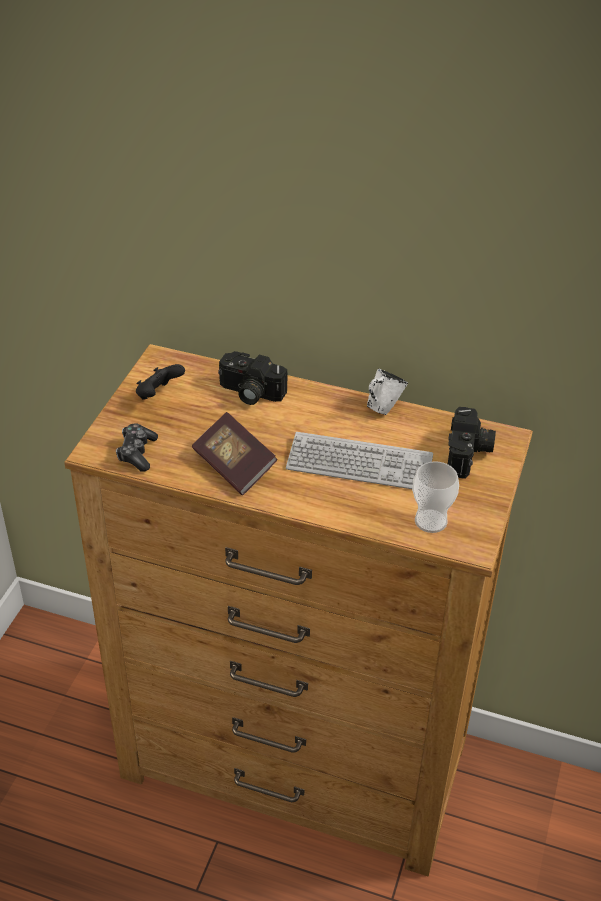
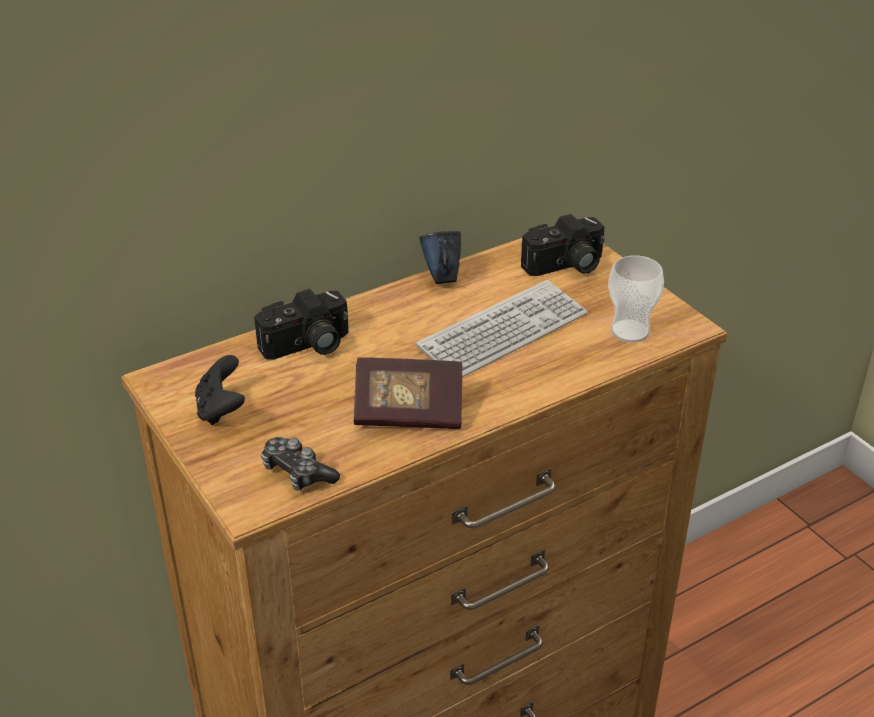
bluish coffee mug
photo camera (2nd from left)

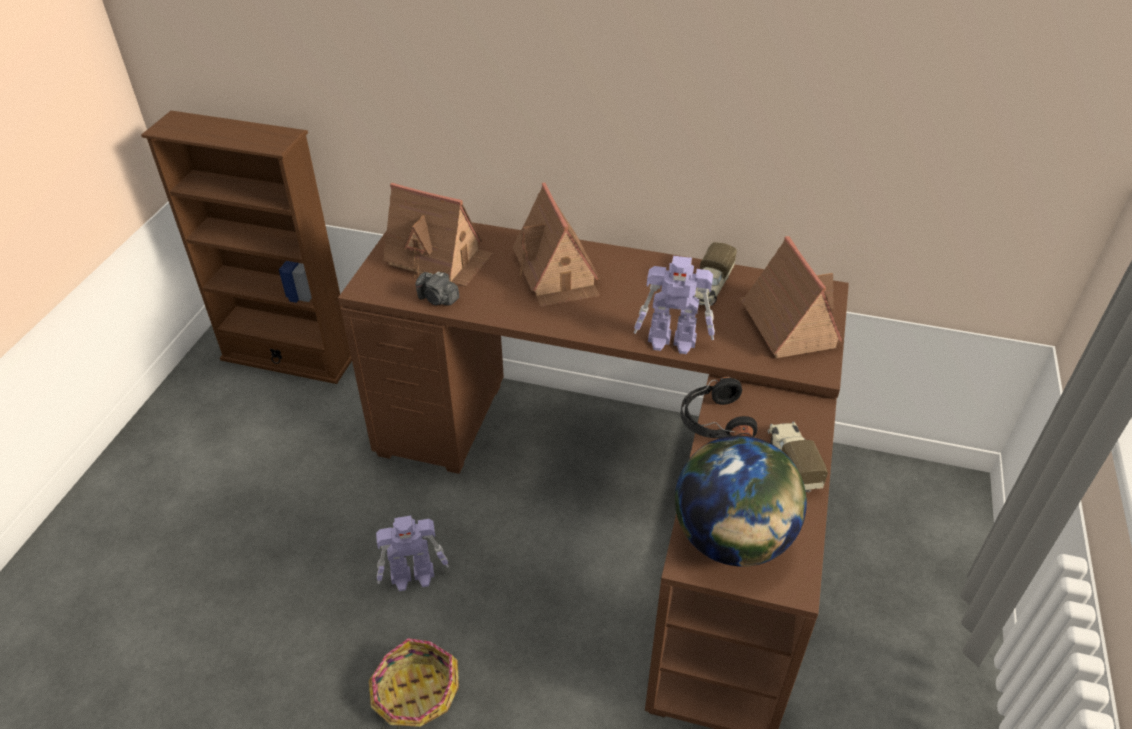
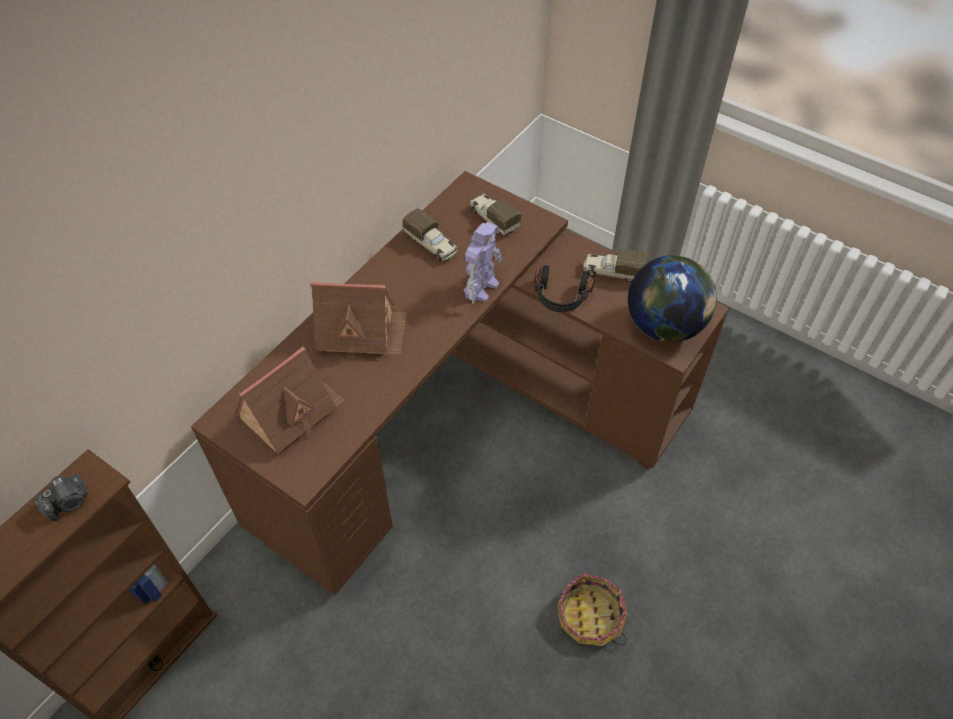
toy truck (2nd from left)
photo camera
toy robot (1st from left in the first image)

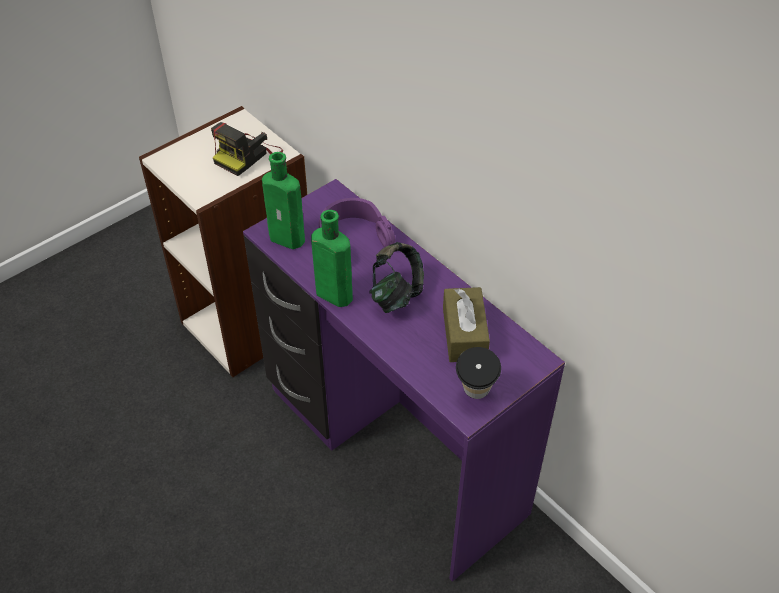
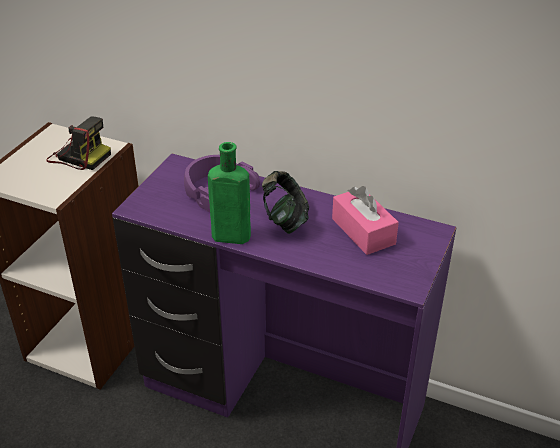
photo camera
green-coloured bottle (1st from left in the first image)
pink-coloured tissue box
cup

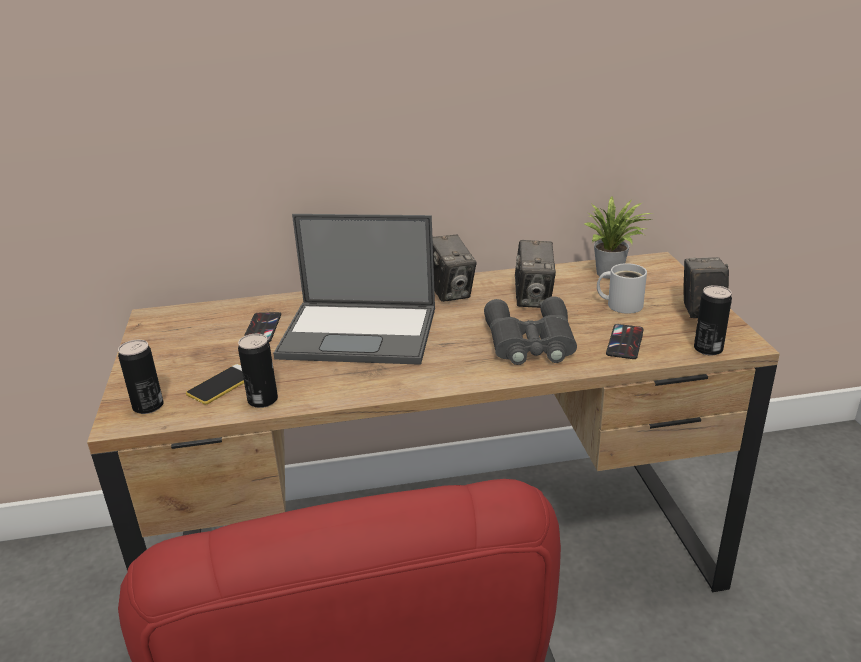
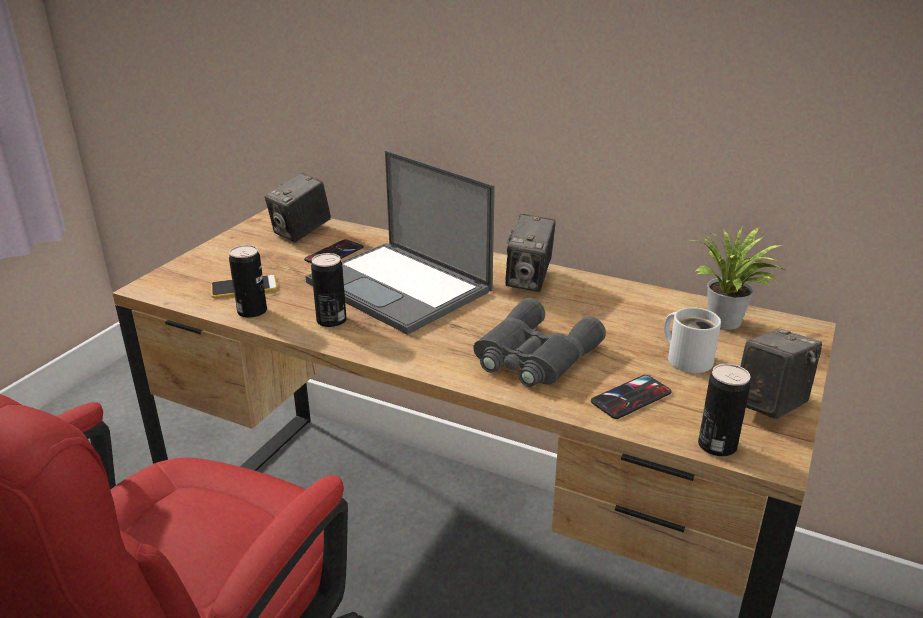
photo camera (1st from left)
sealed can (2nd from left)

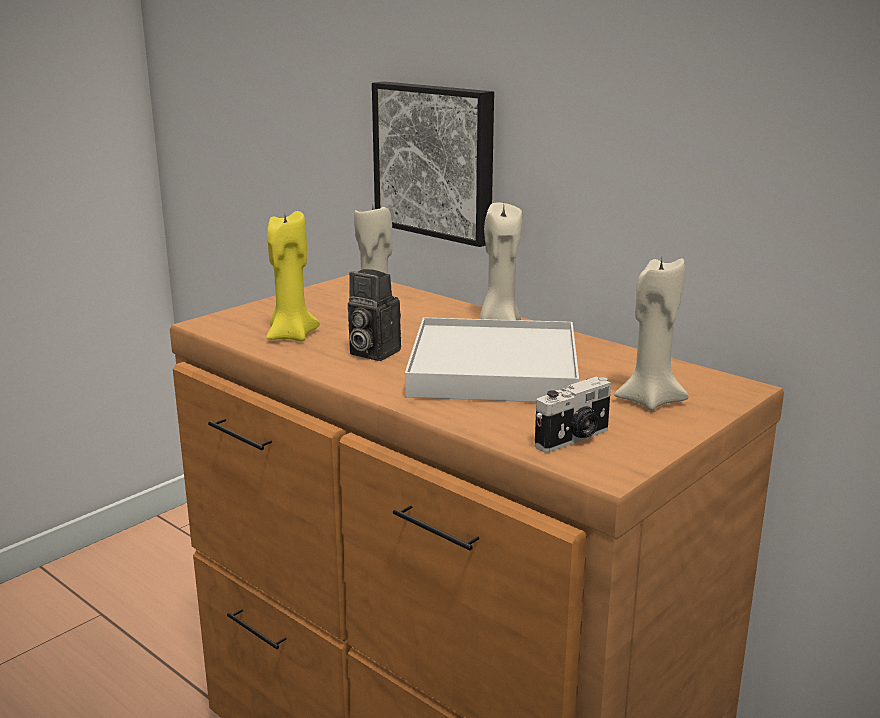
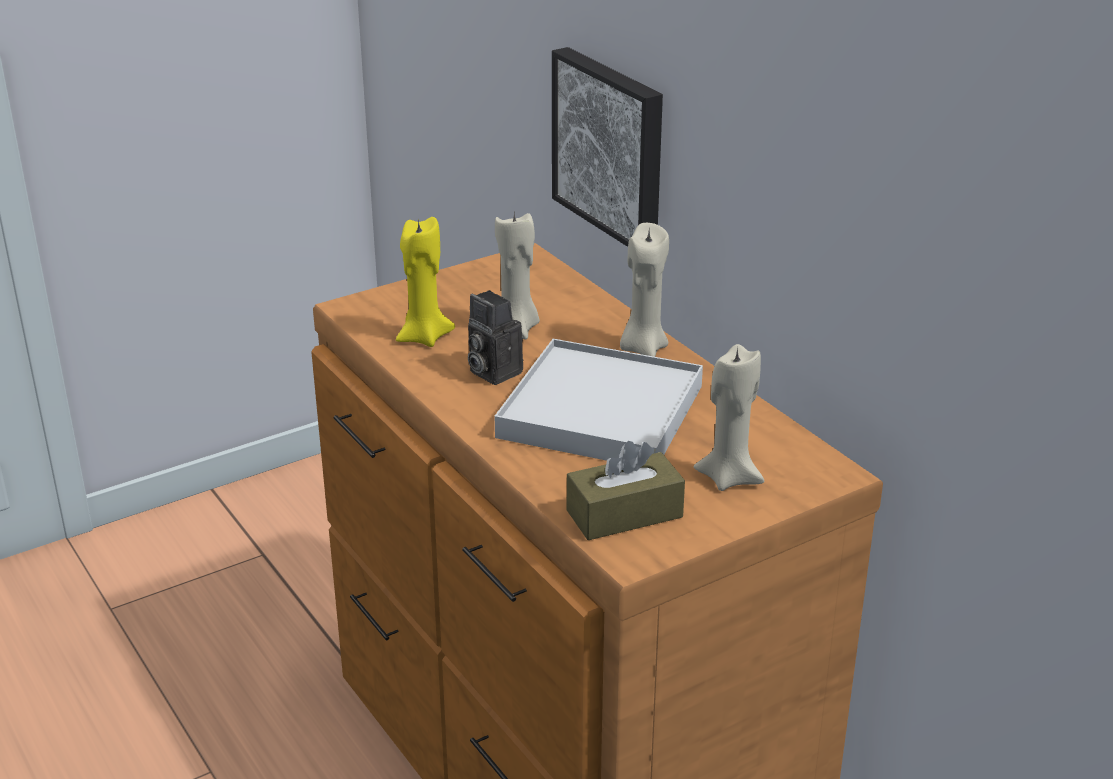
brown-coloured tissue box

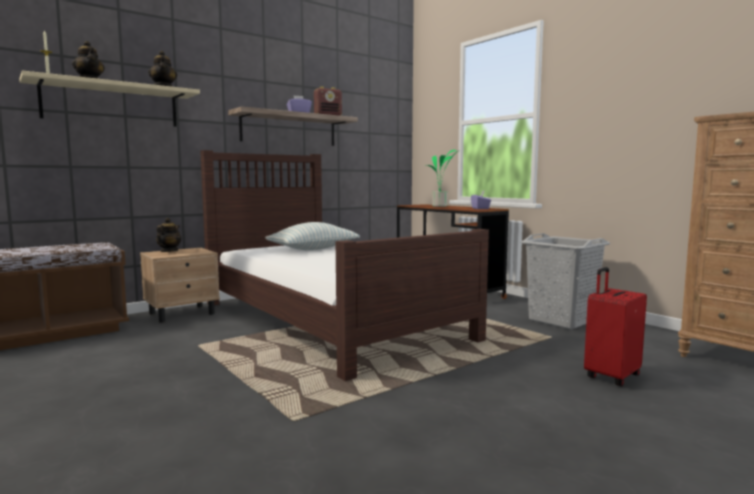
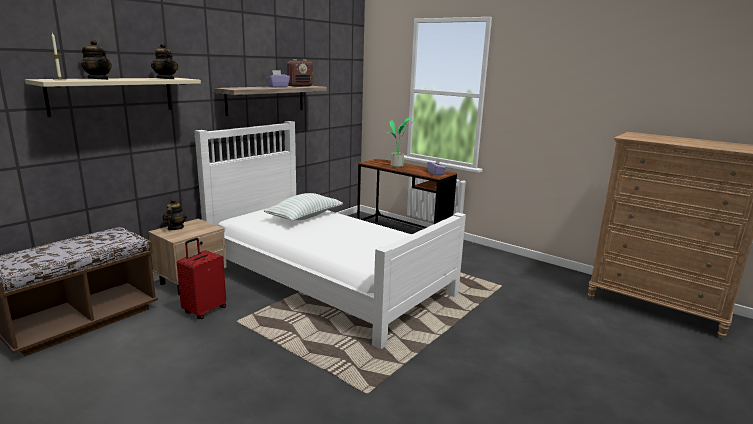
whitish sleeping bed
gray washing basket
red travel case

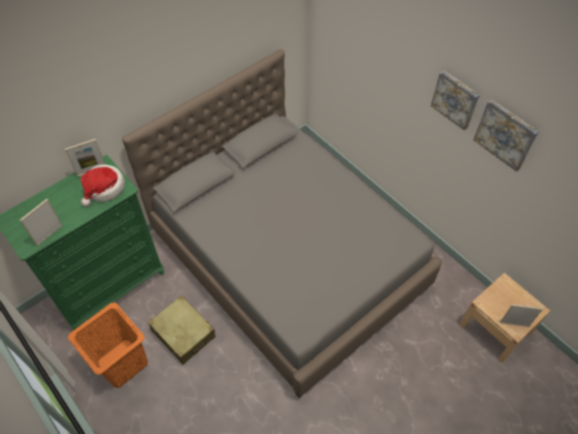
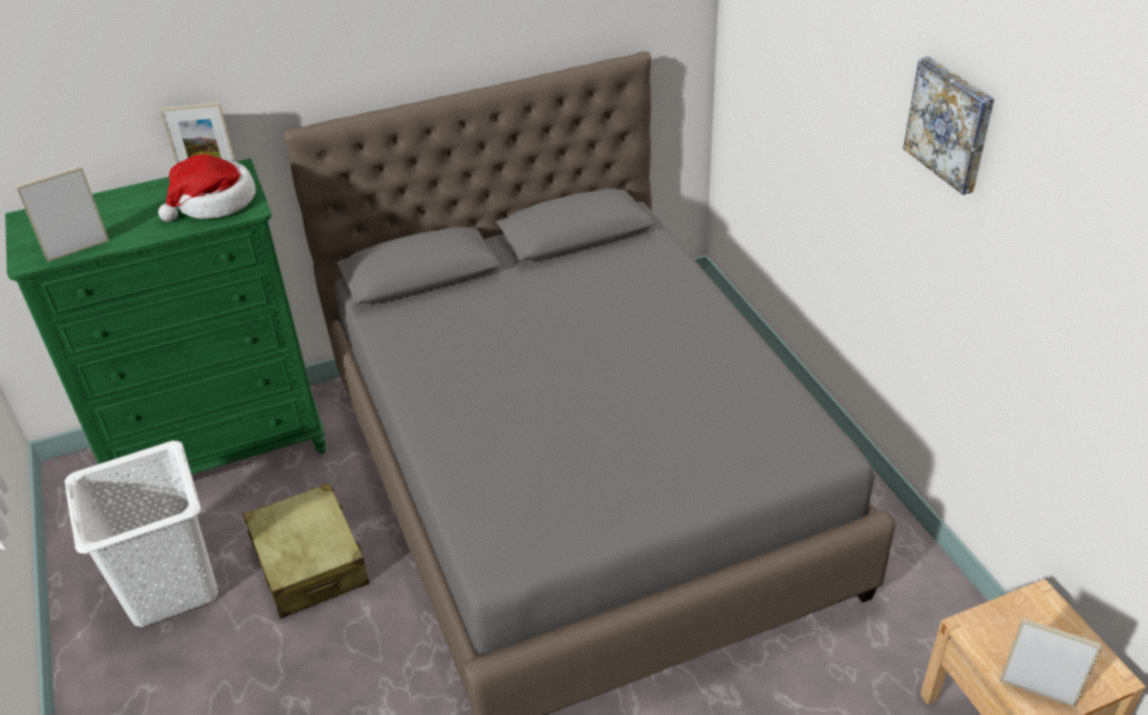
wall picture (2nd from left in the first image)
whitish washing basket

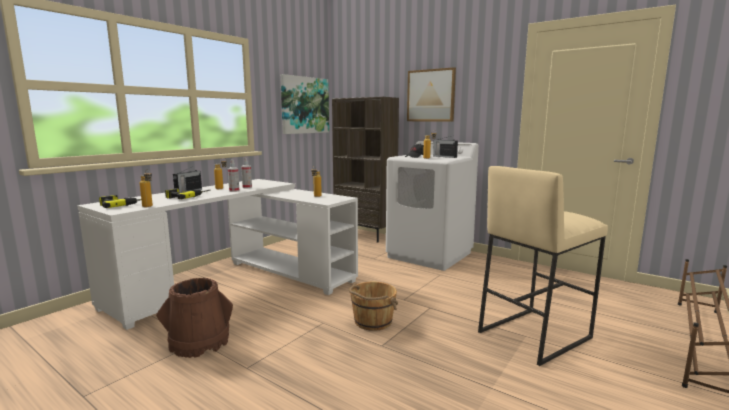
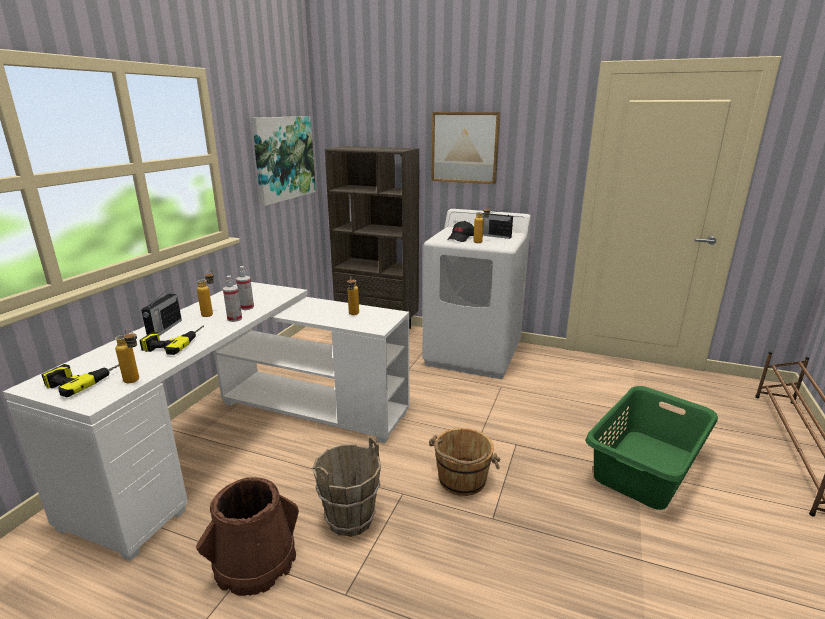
green-coloured washing basket
brown-coloured water bucket (2nd from left)

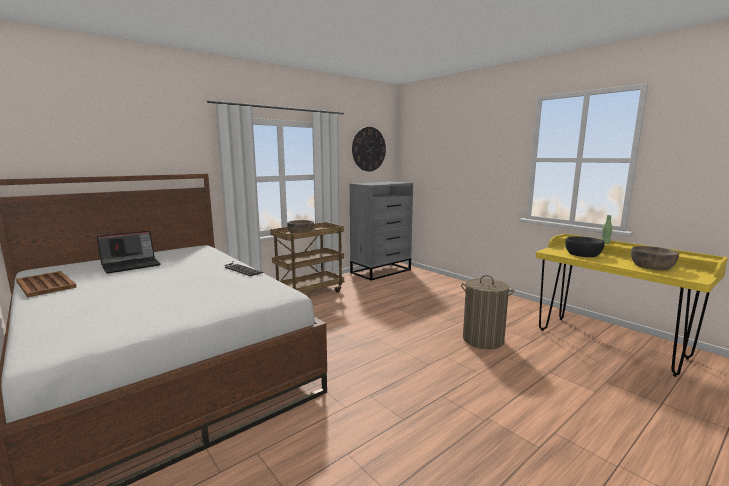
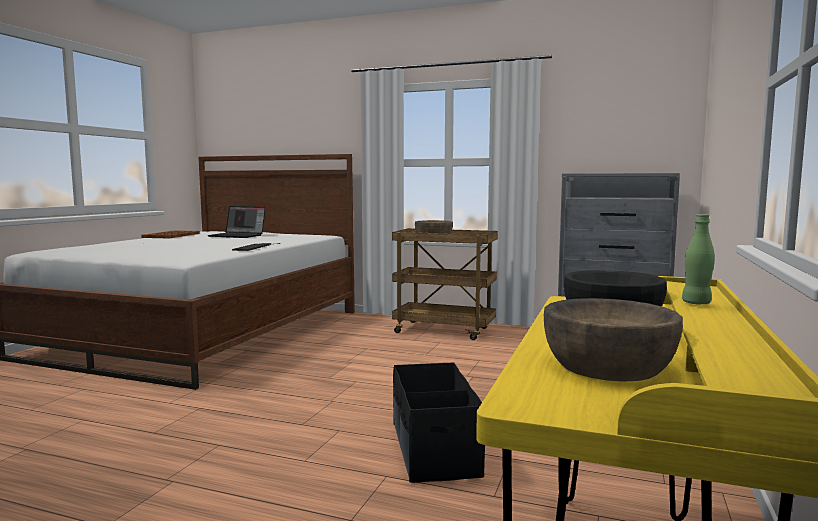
wall clock
black-coloured storage container

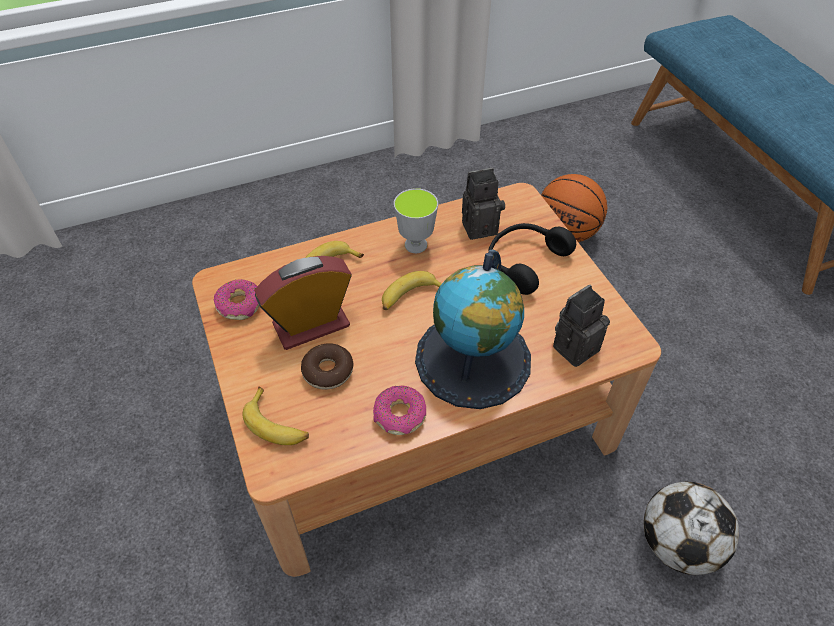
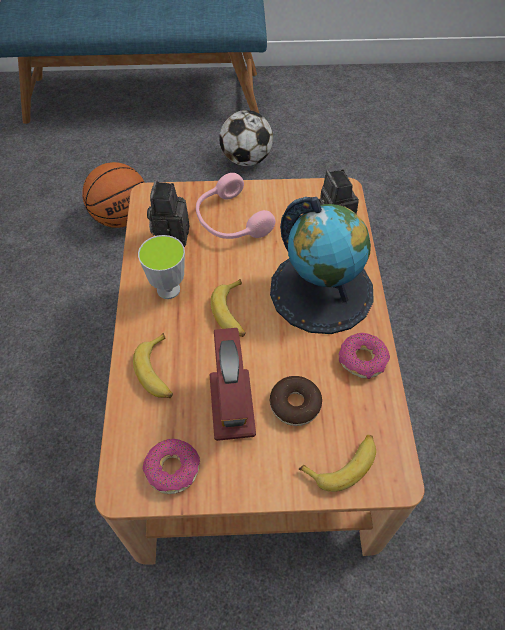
pink-coloured headphones
ball for football

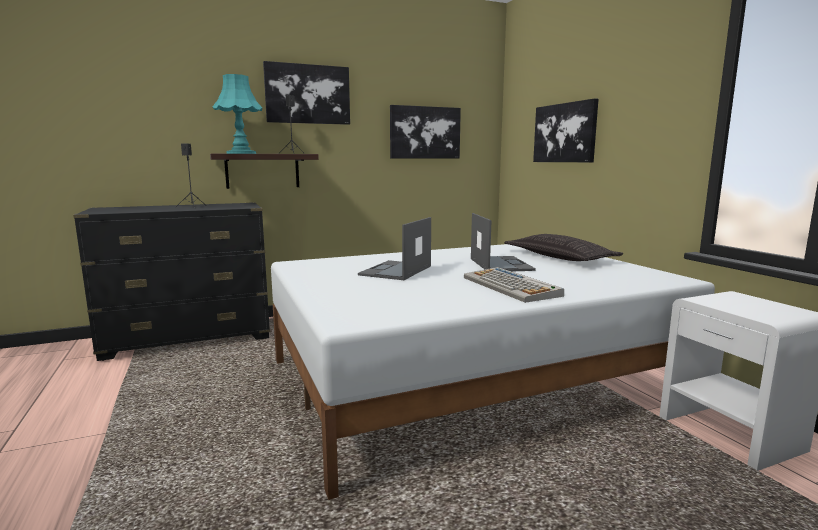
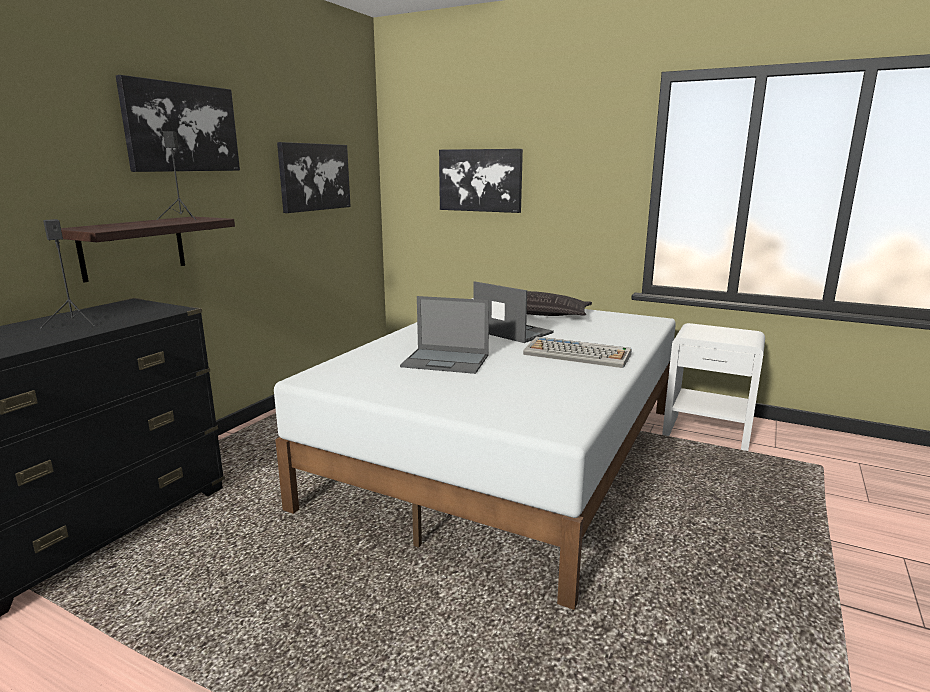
blue-green lamp for a table
portable computer (1st from left)

